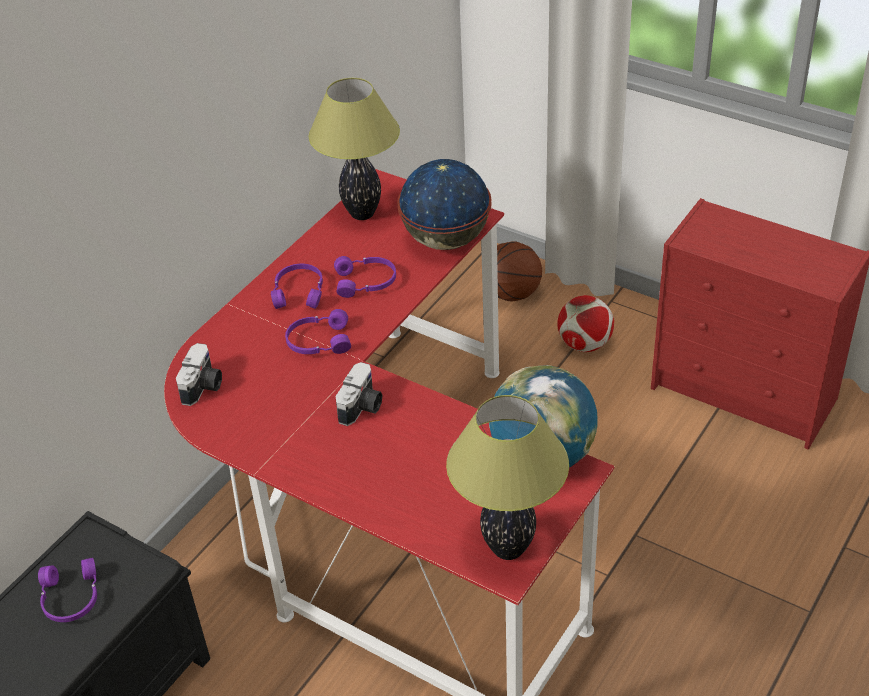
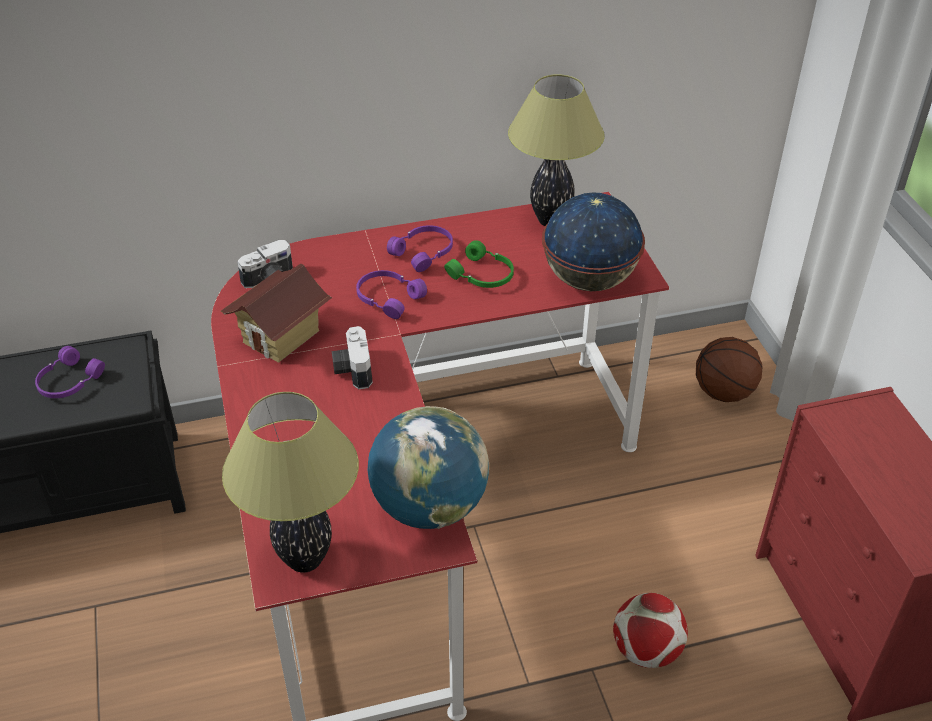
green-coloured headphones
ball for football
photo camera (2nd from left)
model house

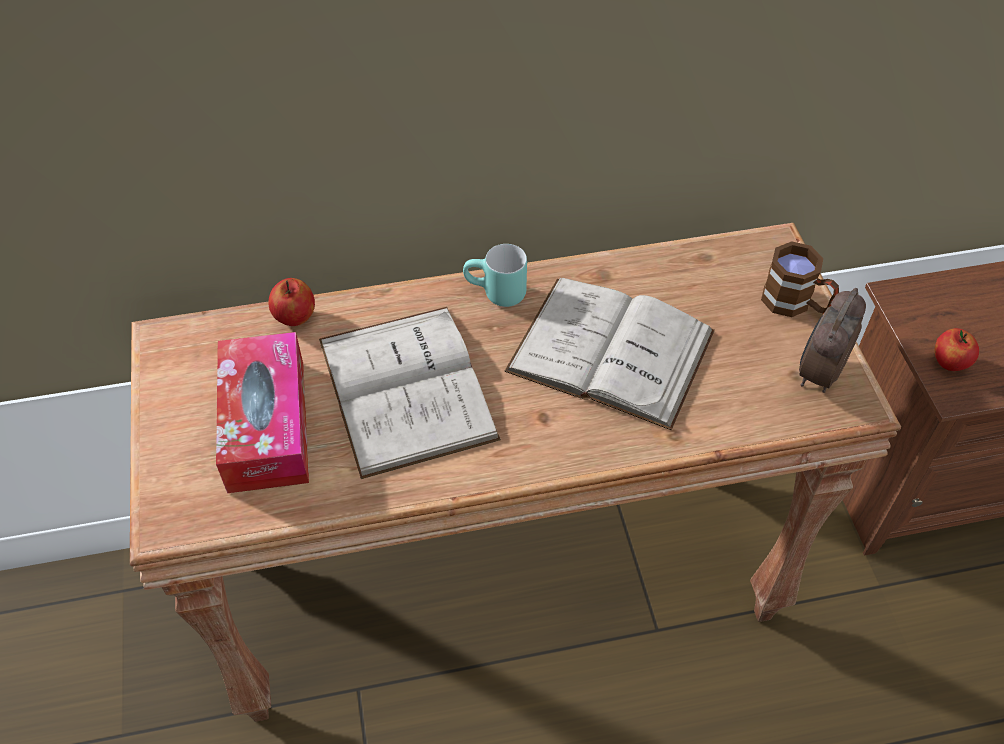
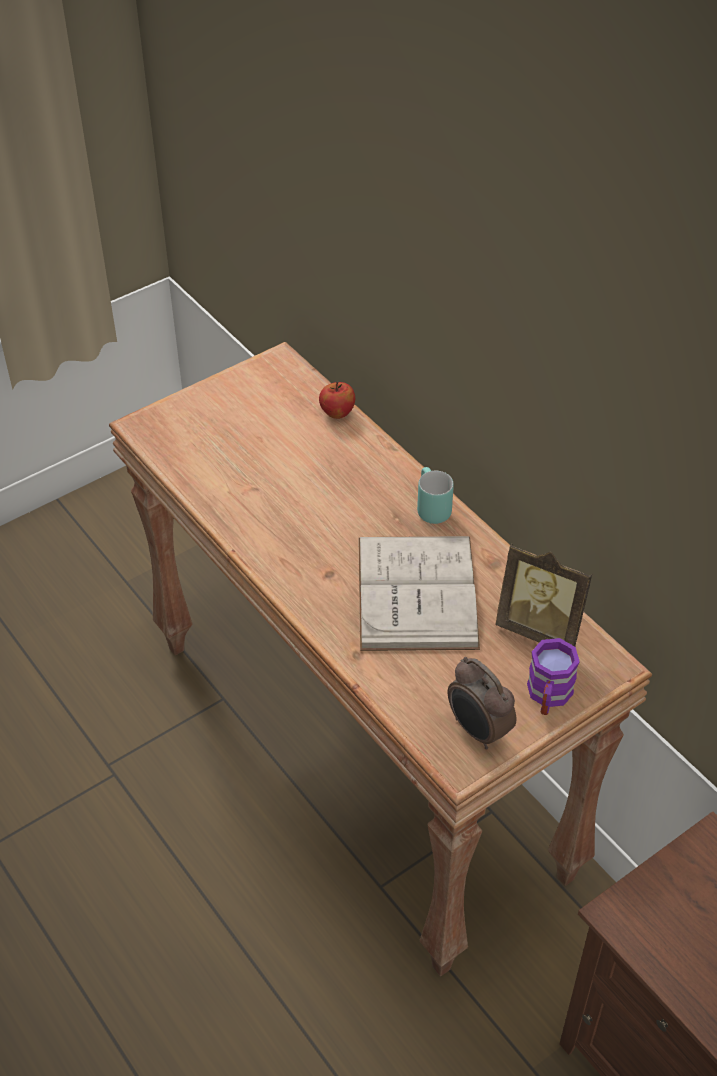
purplish coffee mug
alarm clock
whitish book (1st from left in the first image)
apple fruit (2nd from left in the first image)
tissue box
standing frame

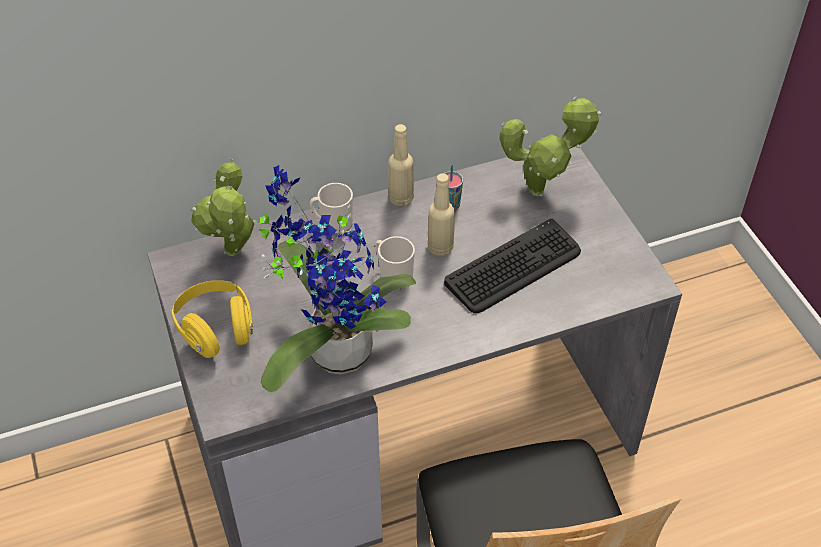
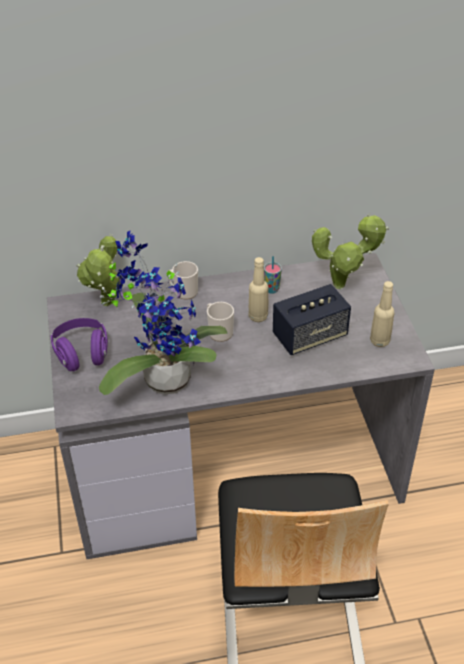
beige-coloured bottle (2nd from left)
loudspeaker
purplish headphones

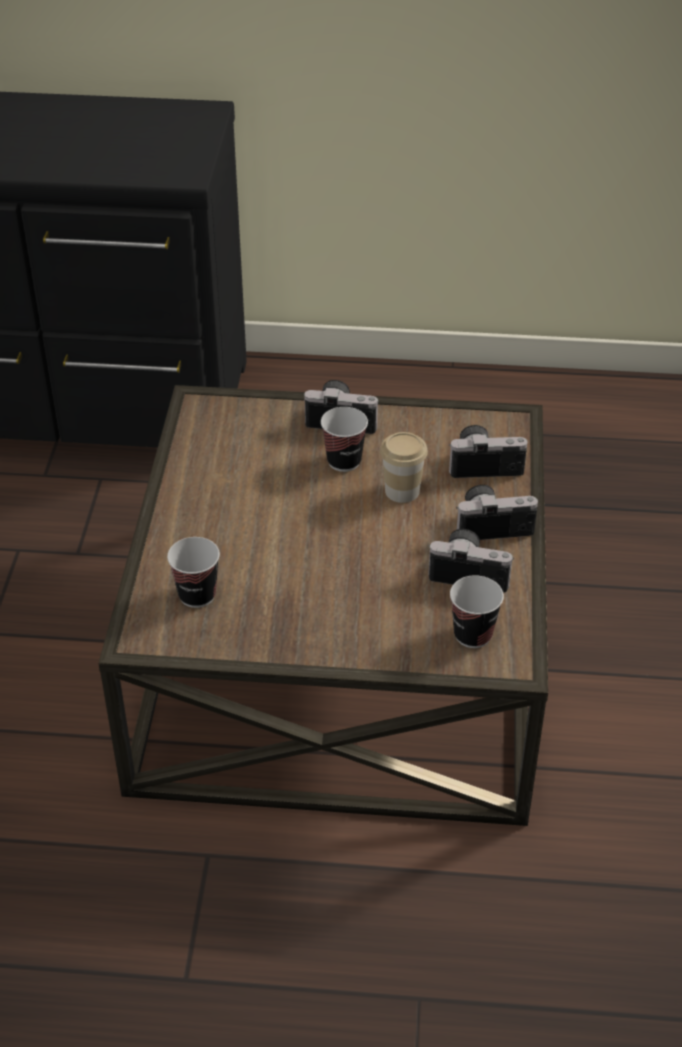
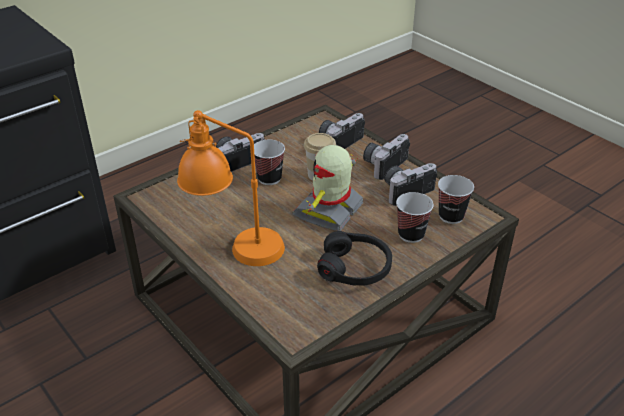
cup (3rd from left)
orange-coloured lamp for a table
toy robot
black-coloured headphones

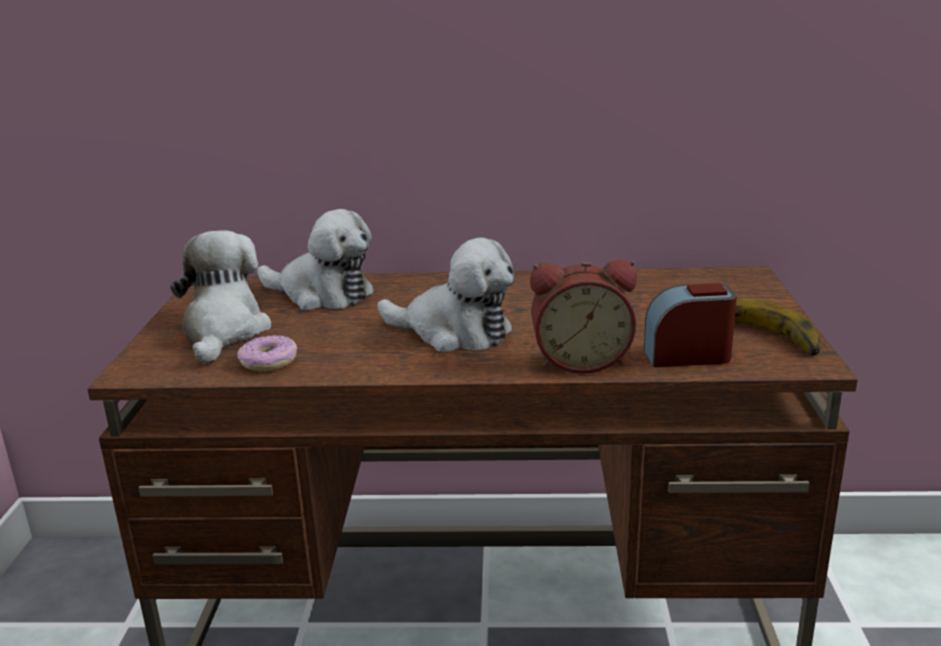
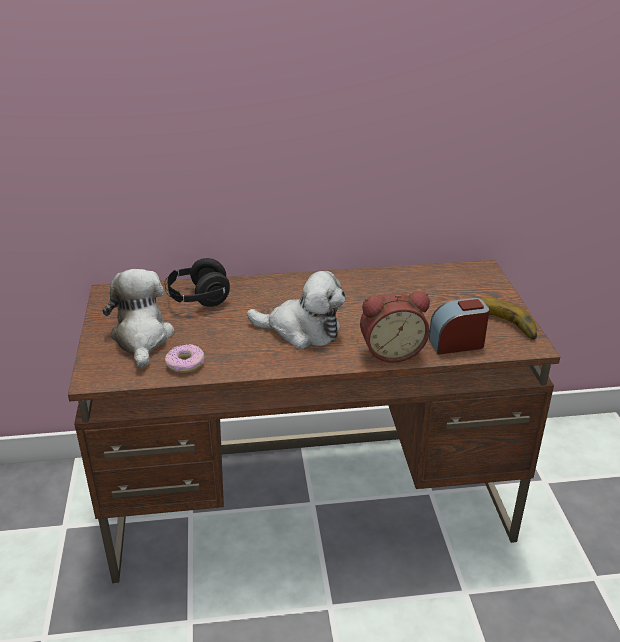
black-coloured headphones

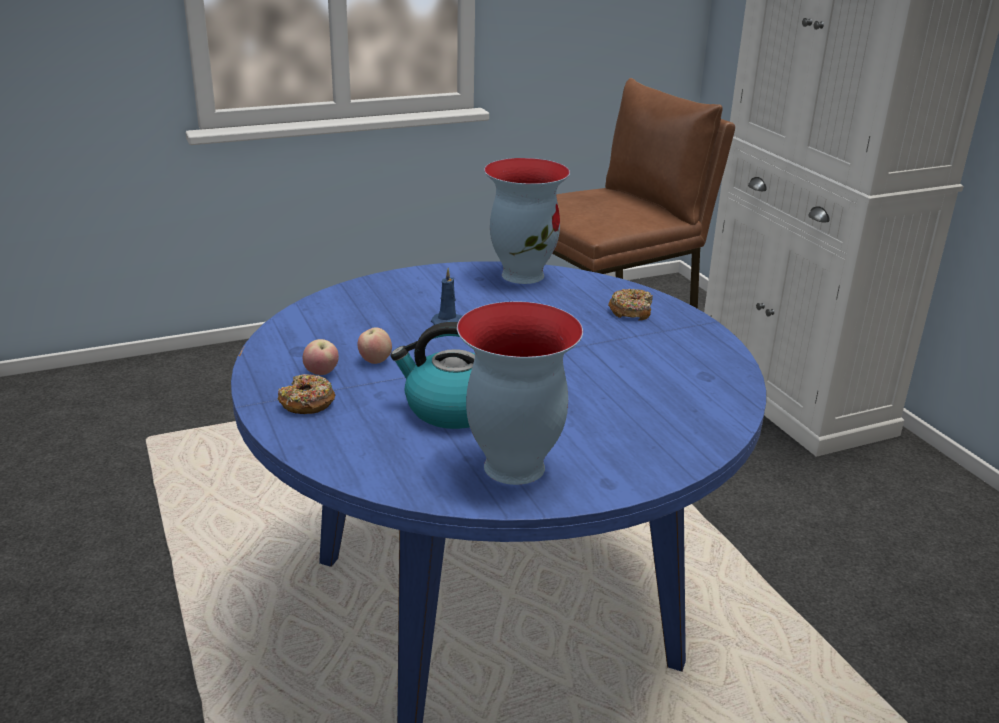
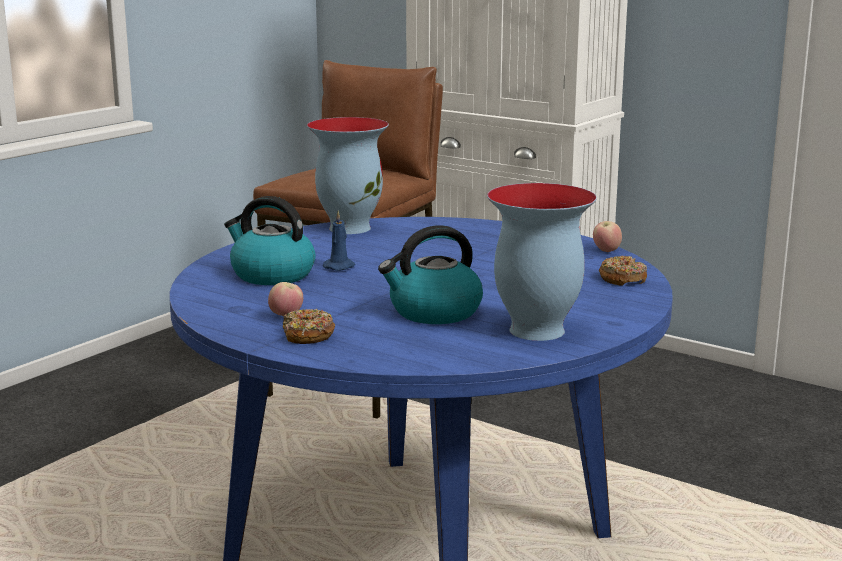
doughnut (2nd from left)
apple fruit (2nd from left)
kettle (1st from left)

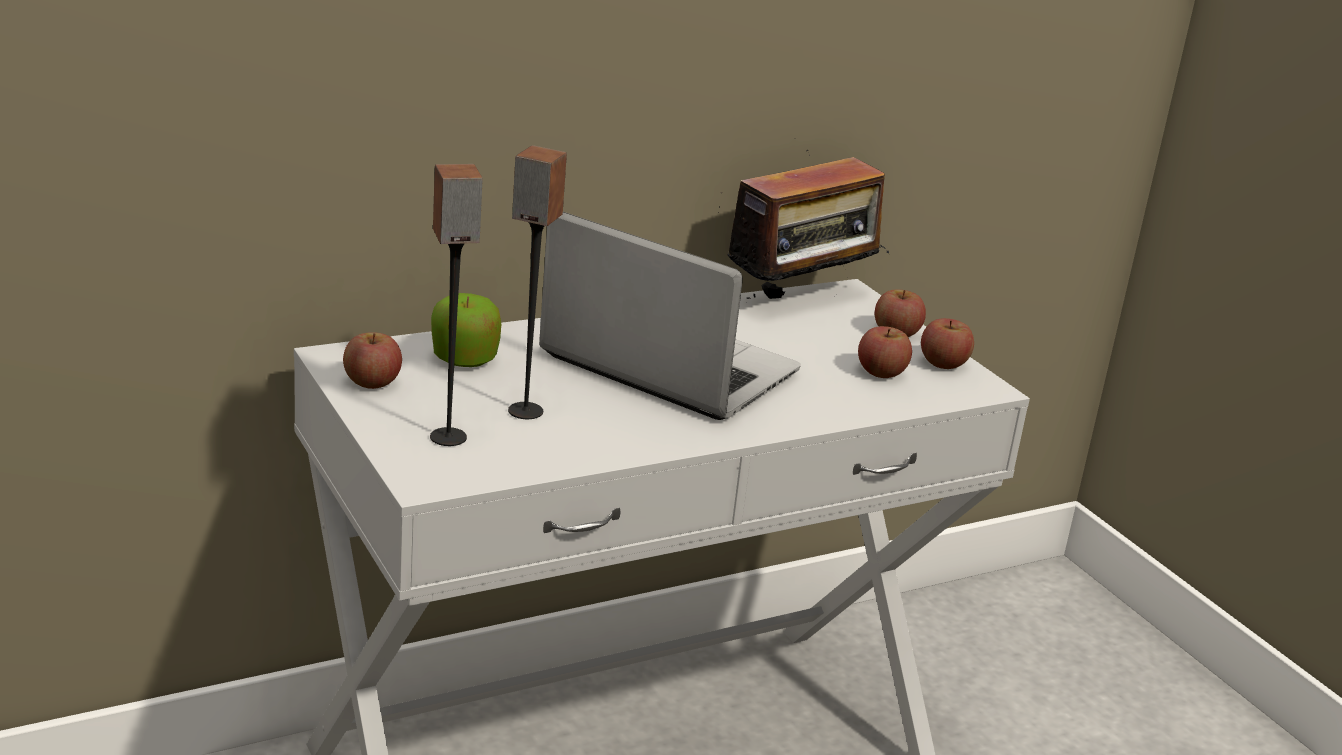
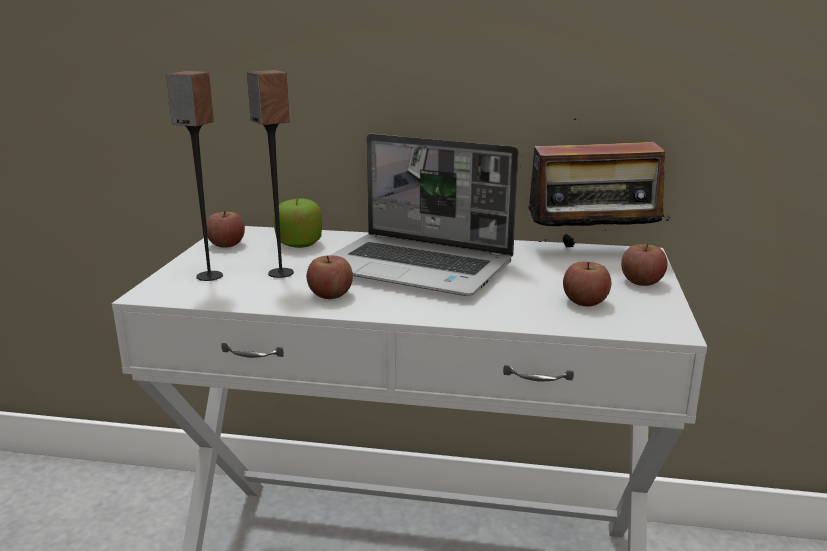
portable computer
apple fruit (3rd from left)

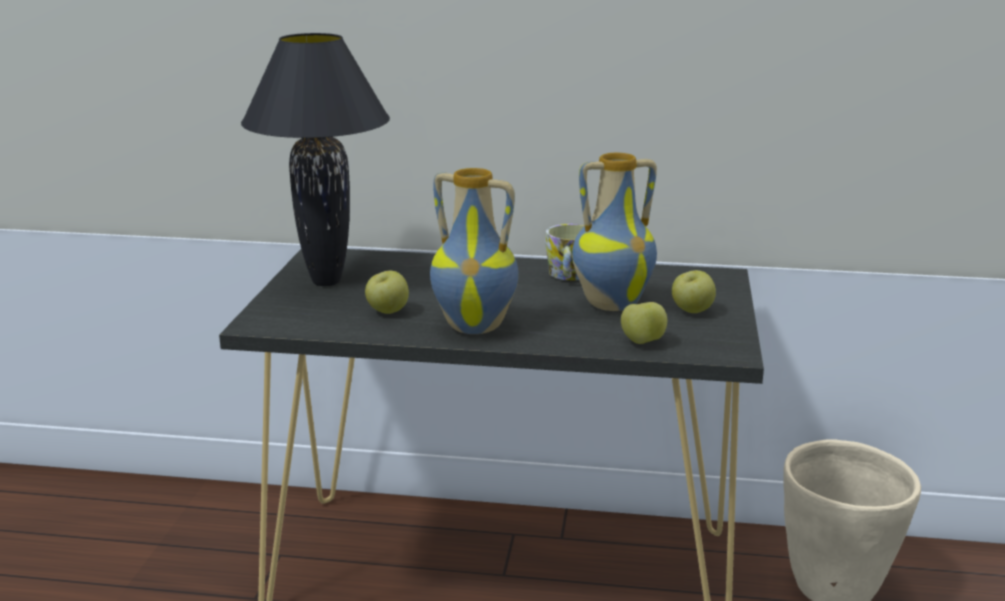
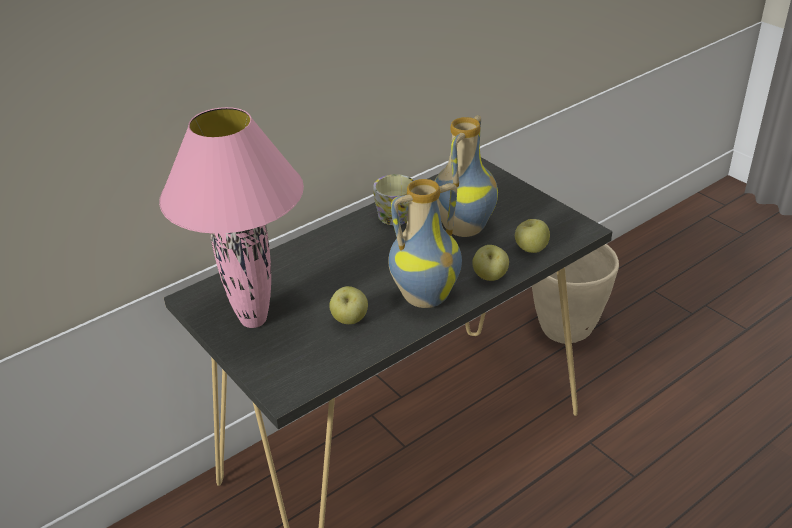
pink-coloured lamp for a table
apple fruit (2nd from left)

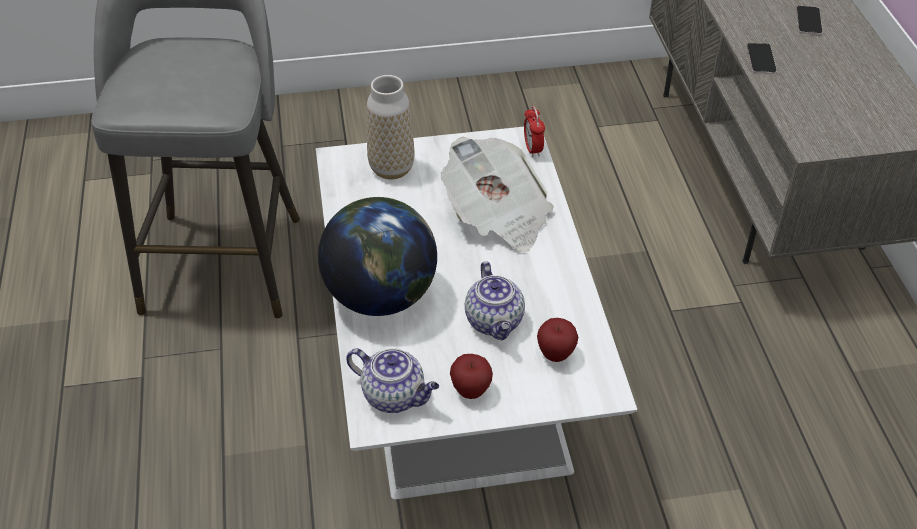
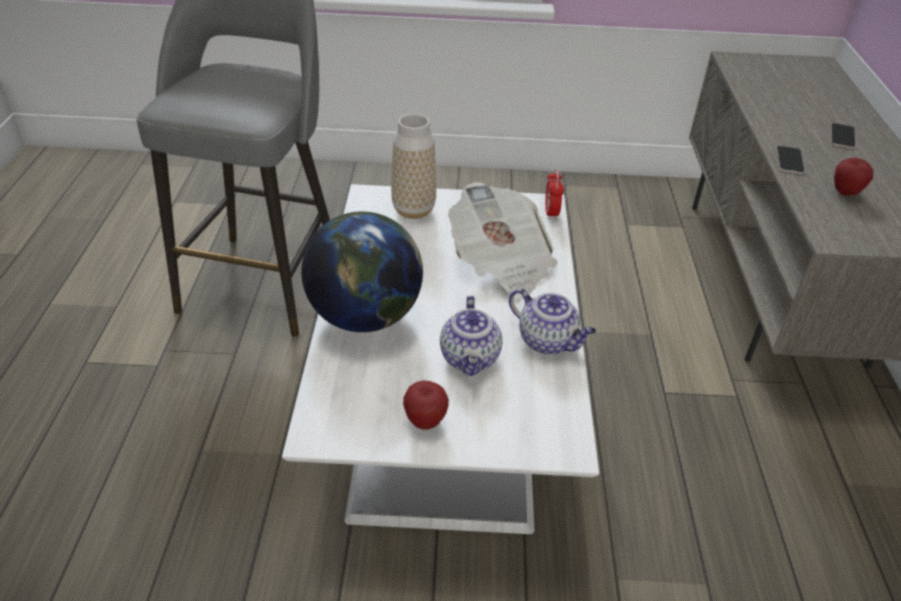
apple fruit (2nd from left)
pot for tea (2nd from left)

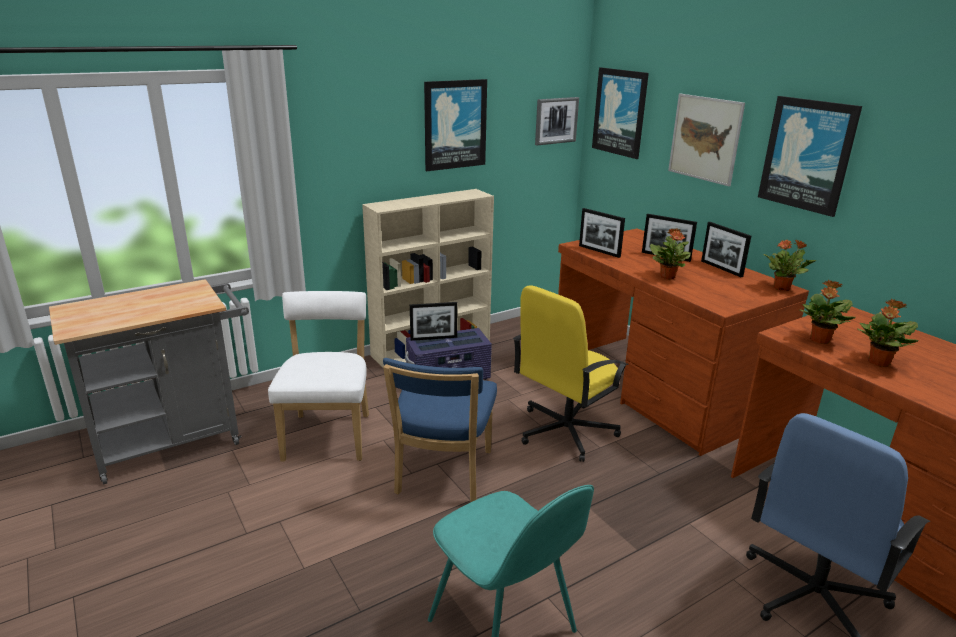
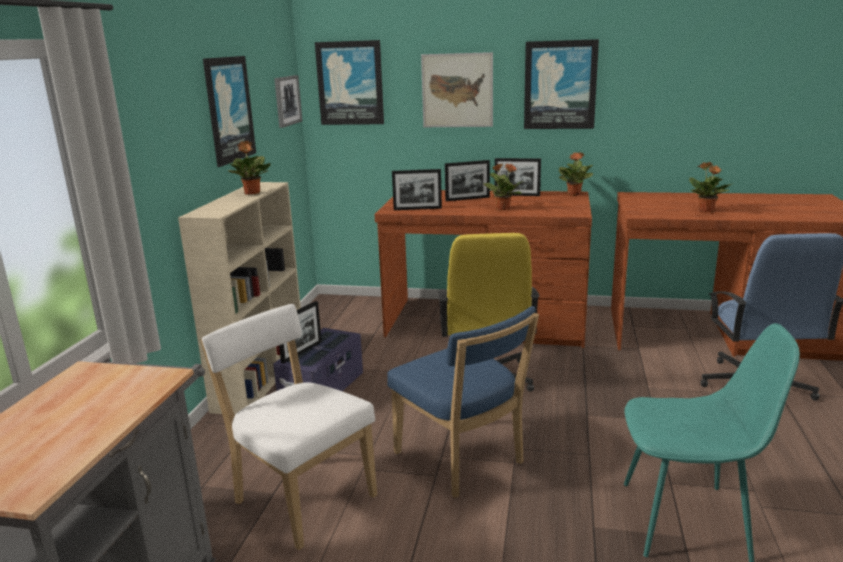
plant in a pot (1st from left)

